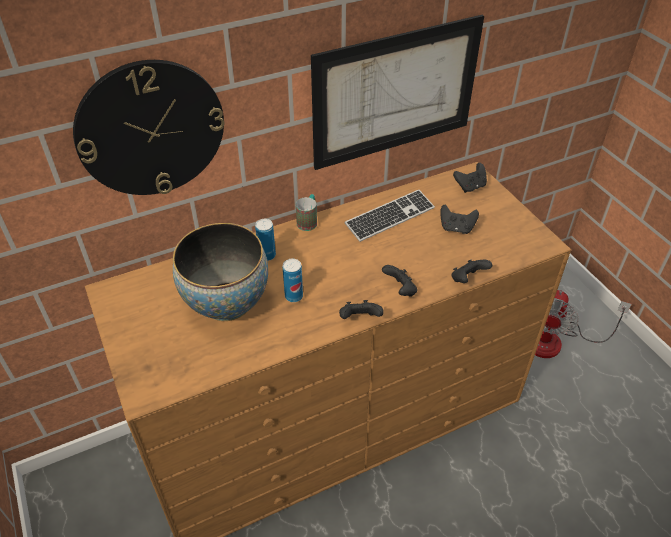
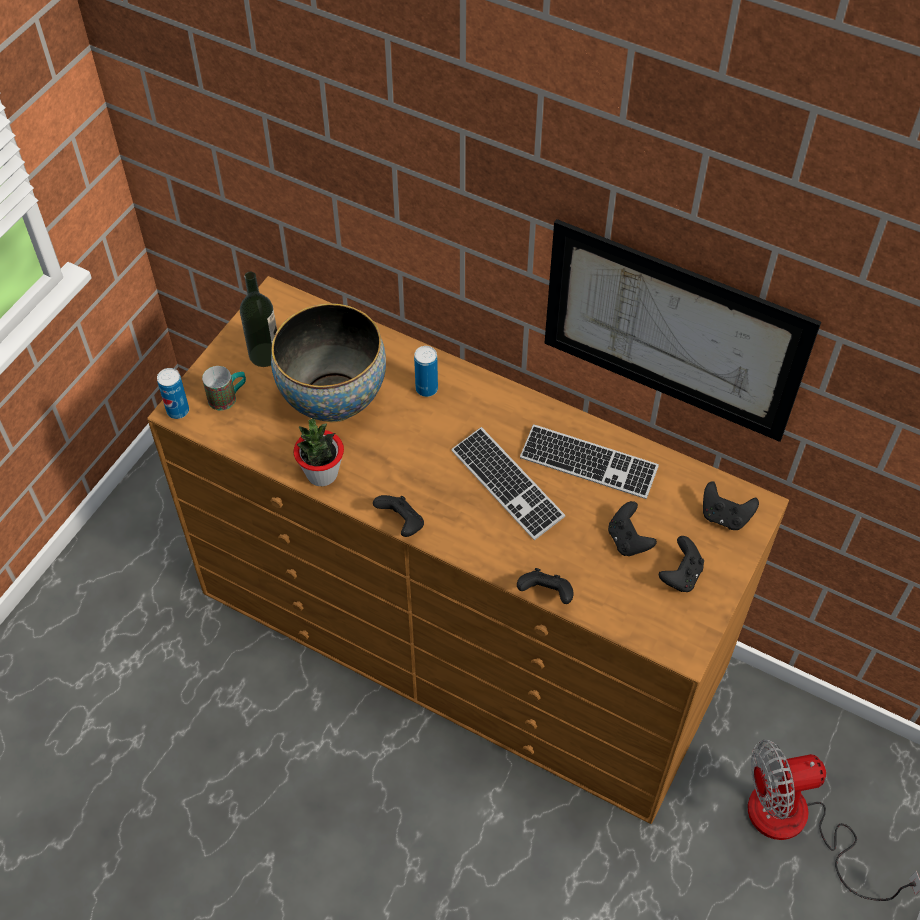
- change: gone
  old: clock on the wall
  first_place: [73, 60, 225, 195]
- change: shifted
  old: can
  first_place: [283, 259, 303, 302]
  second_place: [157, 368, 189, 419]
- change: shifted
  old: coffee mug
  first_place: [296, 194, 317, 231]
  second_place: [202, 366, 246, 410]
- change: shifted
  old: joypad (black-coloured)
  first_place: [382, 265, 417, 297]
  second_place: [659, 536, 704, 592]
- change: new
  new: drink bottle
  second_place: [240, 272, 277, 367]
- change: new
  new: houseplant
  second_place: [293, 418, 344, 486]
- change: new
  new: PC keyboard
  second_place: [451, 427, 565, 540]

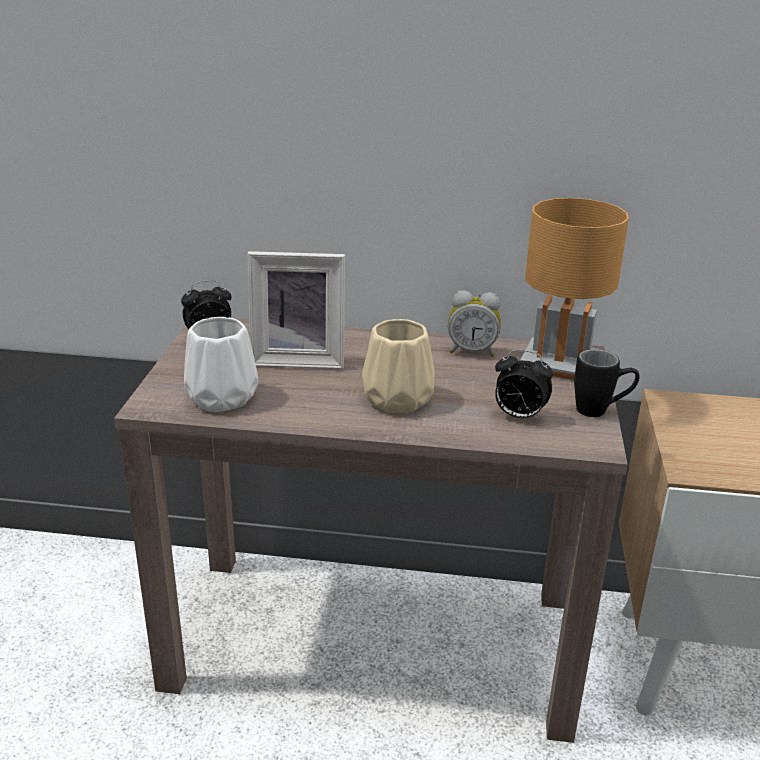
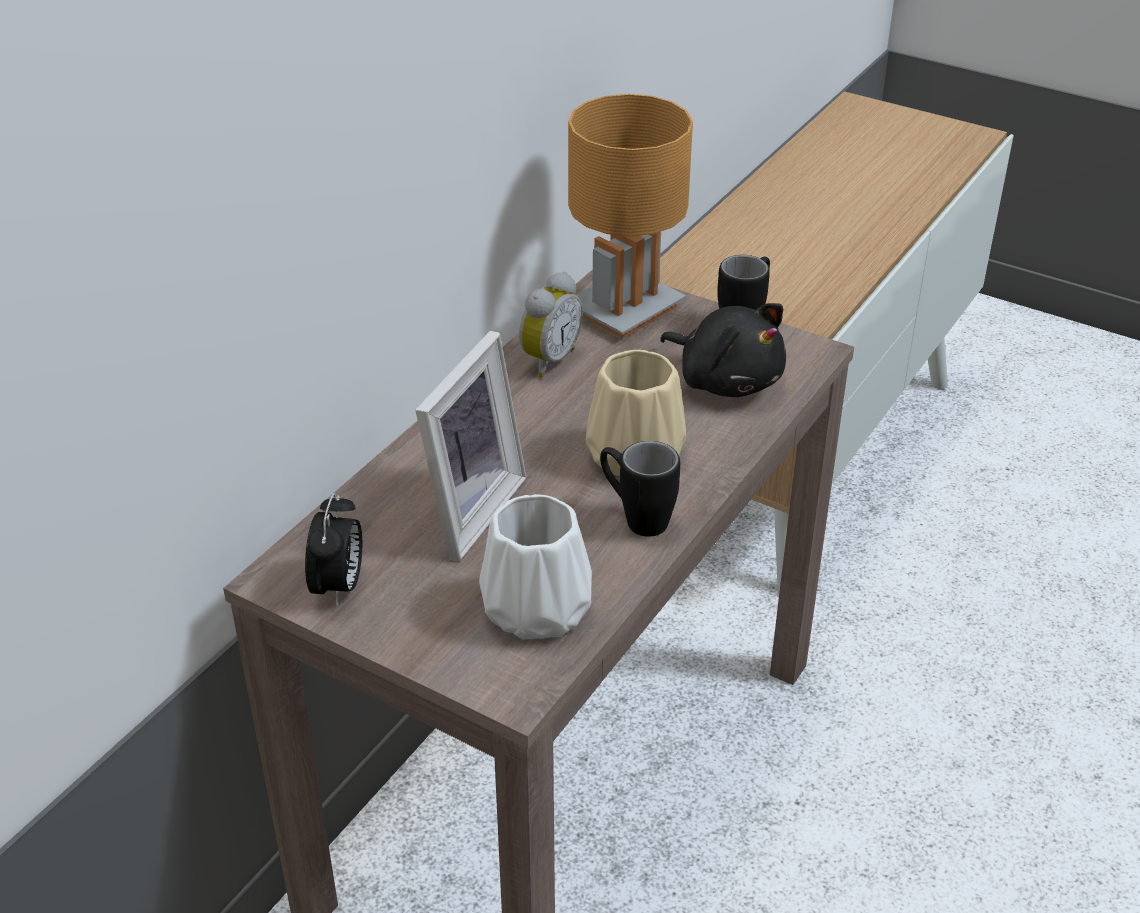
- change: swapped
  old: bedside clock
  new: plush toy (black-coloured)
  first_place: [495, 349, 553, 422]
  second_place: [660, 303, 786, 397]
- change: new
  new: coffee mug (black-coloured)
  second_place: [600, 441, 680, 537]

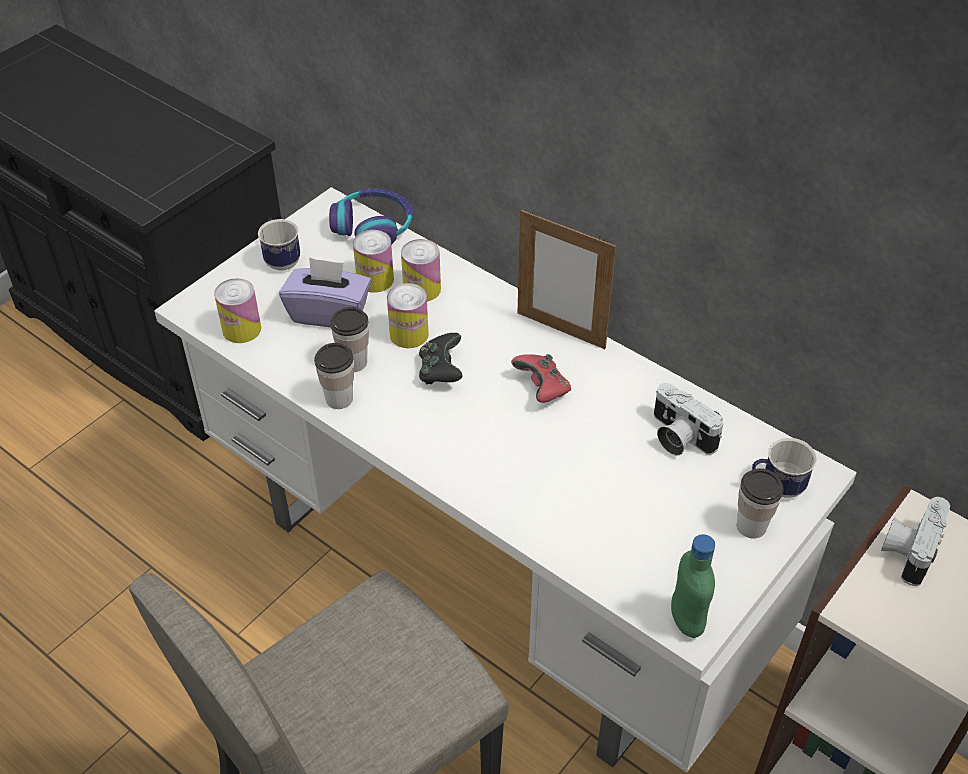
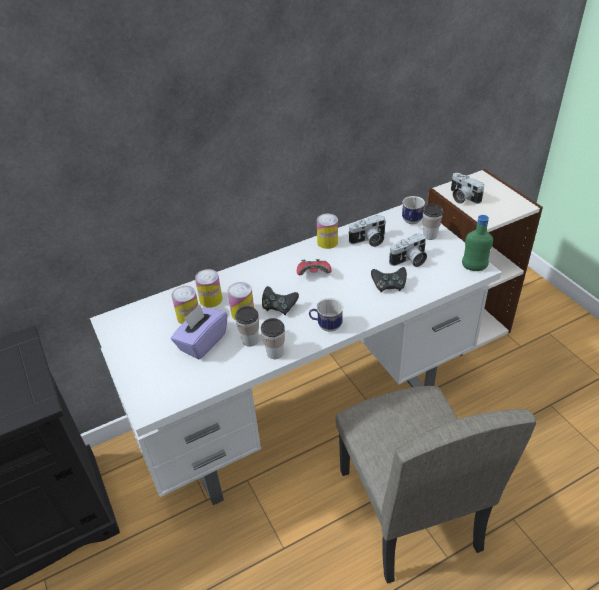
- change: shifted
  old: can
  first_place: [214, 278, 261, 343]
  second_place: [317, 213, 338, 249]
- change: shifted
  old: coffee mug
  first_place: [258, 218, 300, 270]
  second_place: [309, 298, 343, 332]
- change: gone
  old: headset
  first_place: [329, 188, 413, 245]
- change: gone
  old: standing frame
  first_place: [518, 210, 616, 349]
- change: new
  new: joypad (black-coloured)
  second_place: [371, 267, 407, 292]
- change: new
  new: photo camera
  second_place: [389, 233, 427, 267]

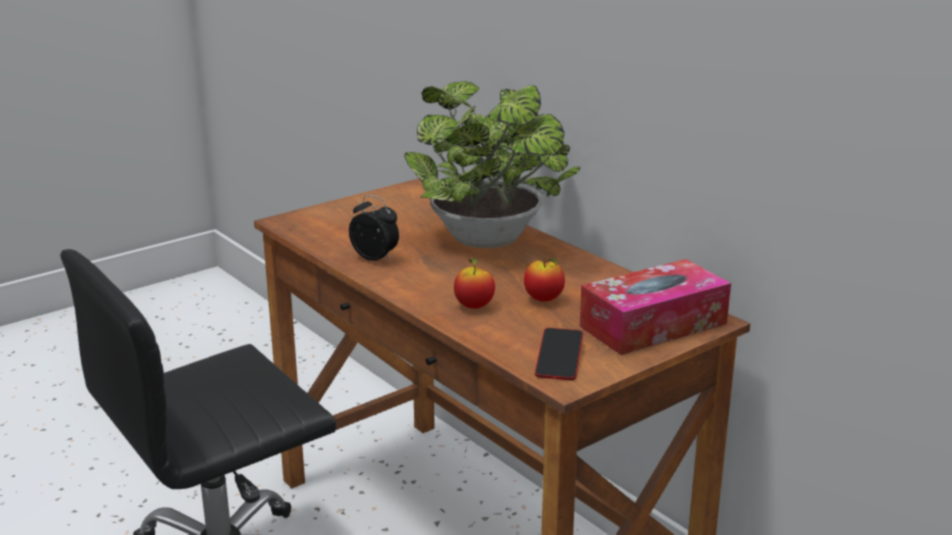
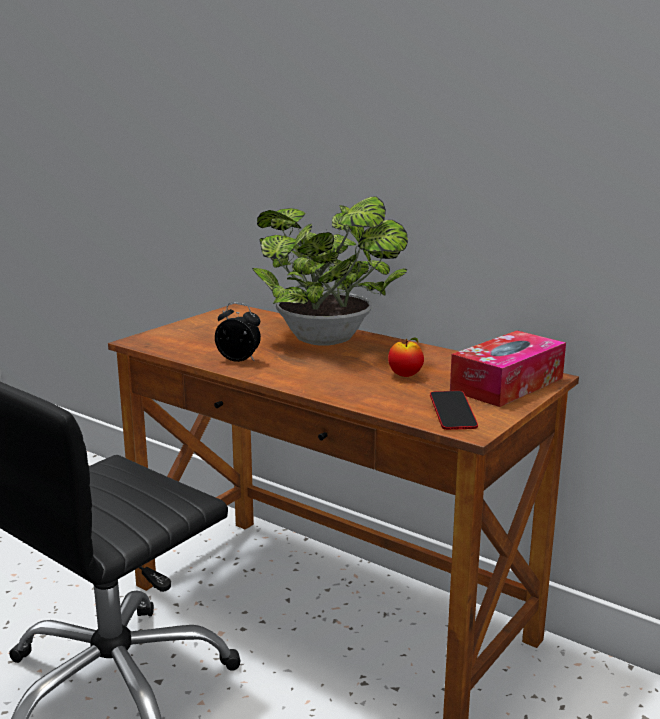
- change: gone
  old: apple fruit
  first_place: [454, 258, 495, 309]

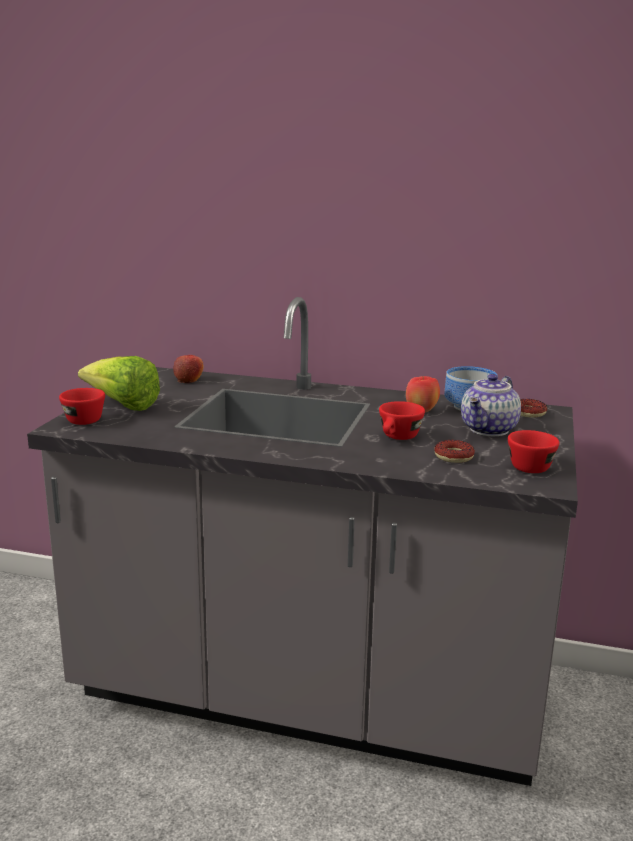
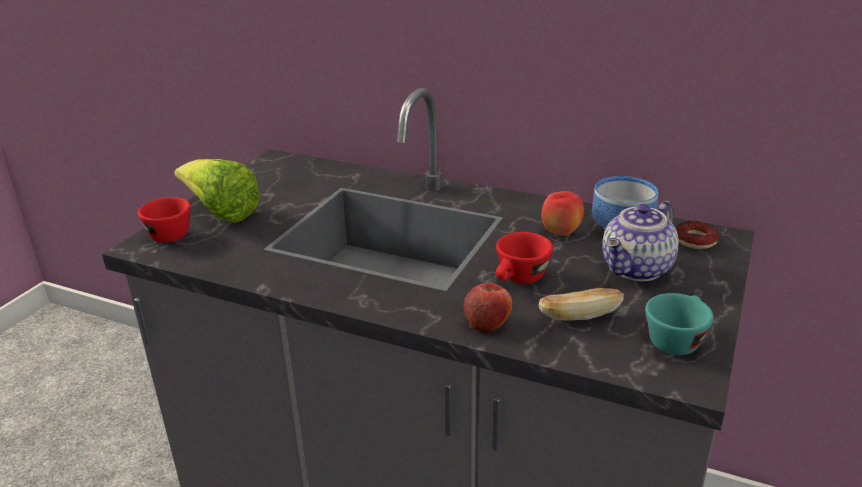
- change: shifted
  old: apple fruit
  first_place: [173, 355, 204, 383]
  second_place: [463, 283, 512, 333]
- change: swapped
  old: ring doughnut
  new: bakery bread
  first_place: [434, 440, 475, 463]
  second_place: [539, 288, 624, 320]
- change: repainted
  old: cup (reddish)
  new: cup (blue-green)
  first_place: [508, 430, 559, 473]
  second_place: [645, 293, 714, 355]

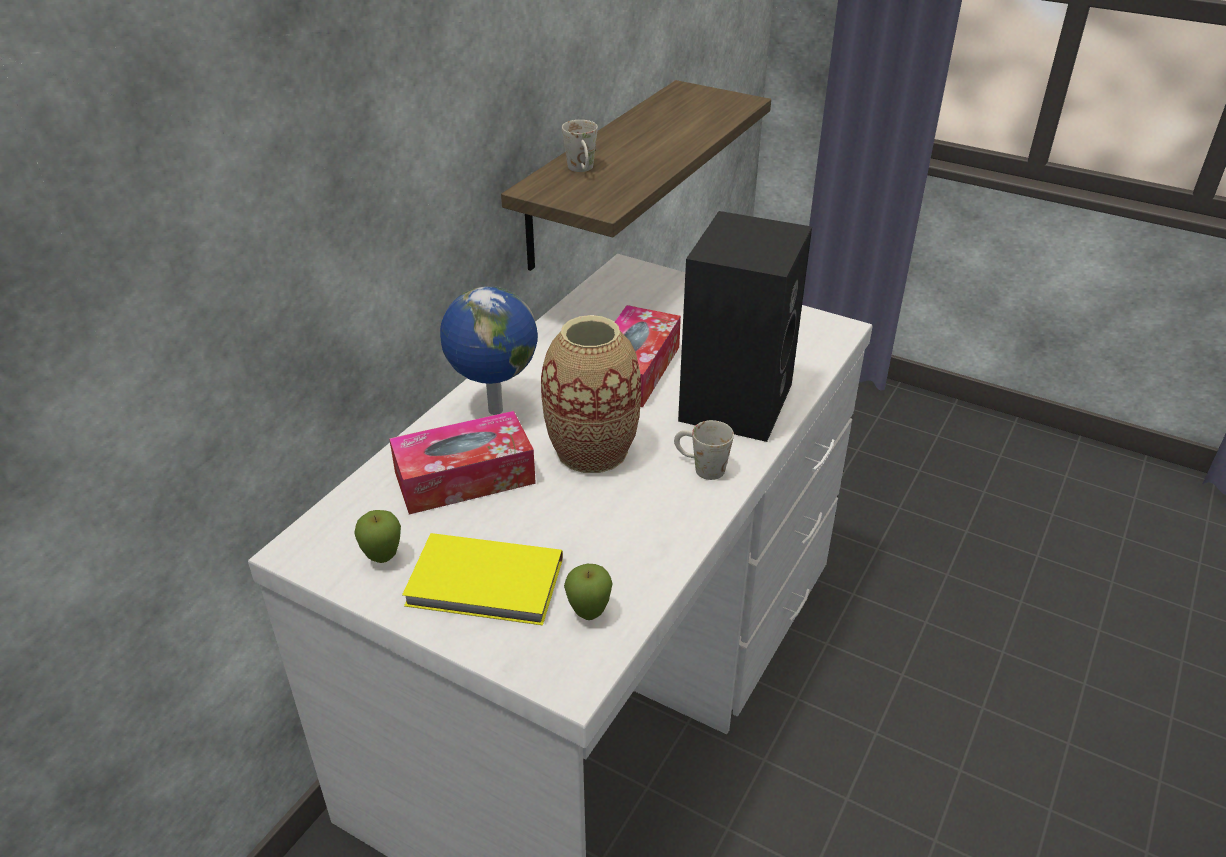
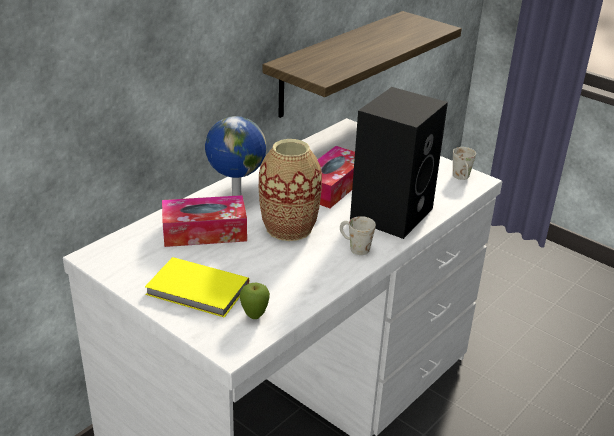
- change: gone
  old: apple fruit
  first_place: [354, 510, 401, 563]
- change: shifted
  old: coffee mug (whitish)
  first_place: [562, 120, 598, 172]
  second_place: [453, 147, 476, 180]

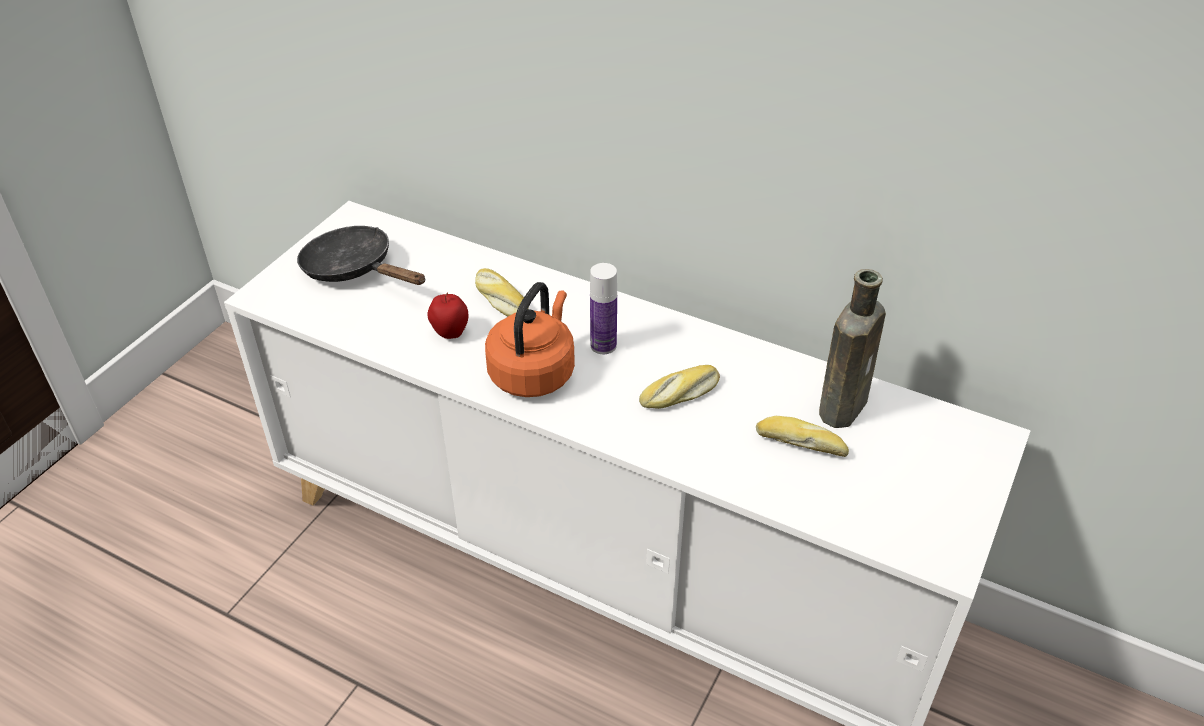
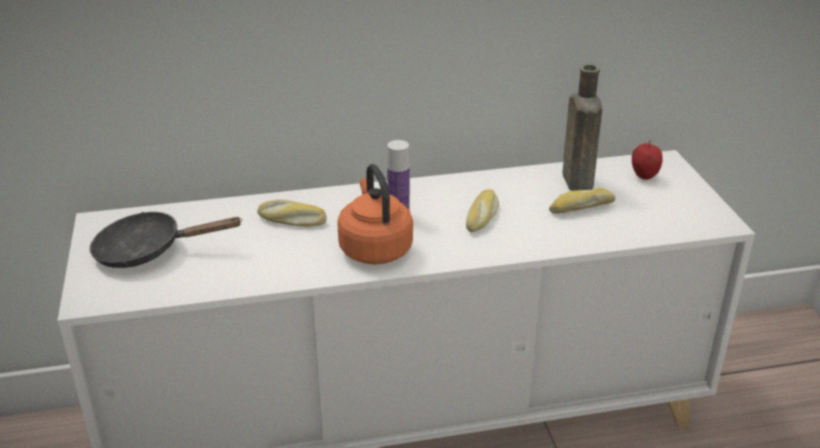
- change: shifted
  old: apple fruit
  first_place: [427, 292, 468, 339]
  second_place: [632, 140, 663, 180]

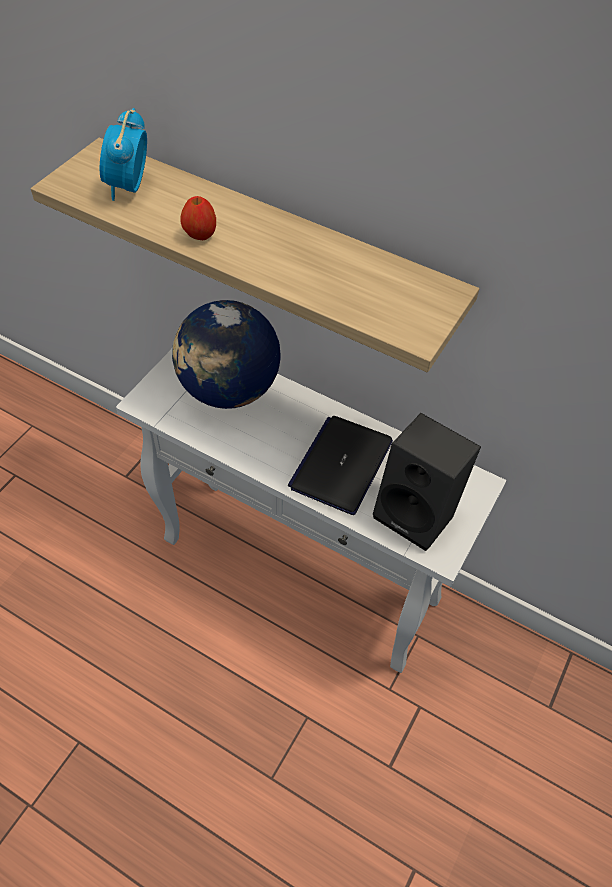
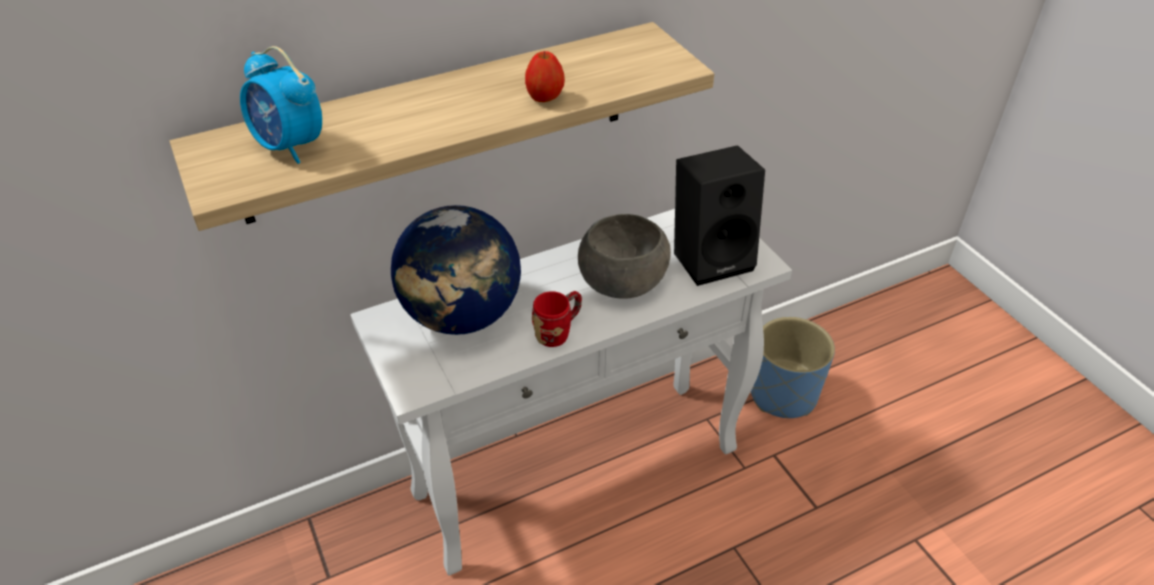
- change: shifted
  old: apple fruit
  first_place: [180, 196, 216, 240]
  second_place: [525, 51, 565, 102]
- change: swapped
  old: notebook computer
  new: bowl (gray)
  first_place: [288, 416, 393, 515]
  second_place: [578, 214, 671, 299]
- change: new
  new: coffee mug (reddish)
  second_place: [532, 291, 582, 347]
- change: new
  new: planter (blue-coloured)
  second_place: [751, 317, 835, 418]

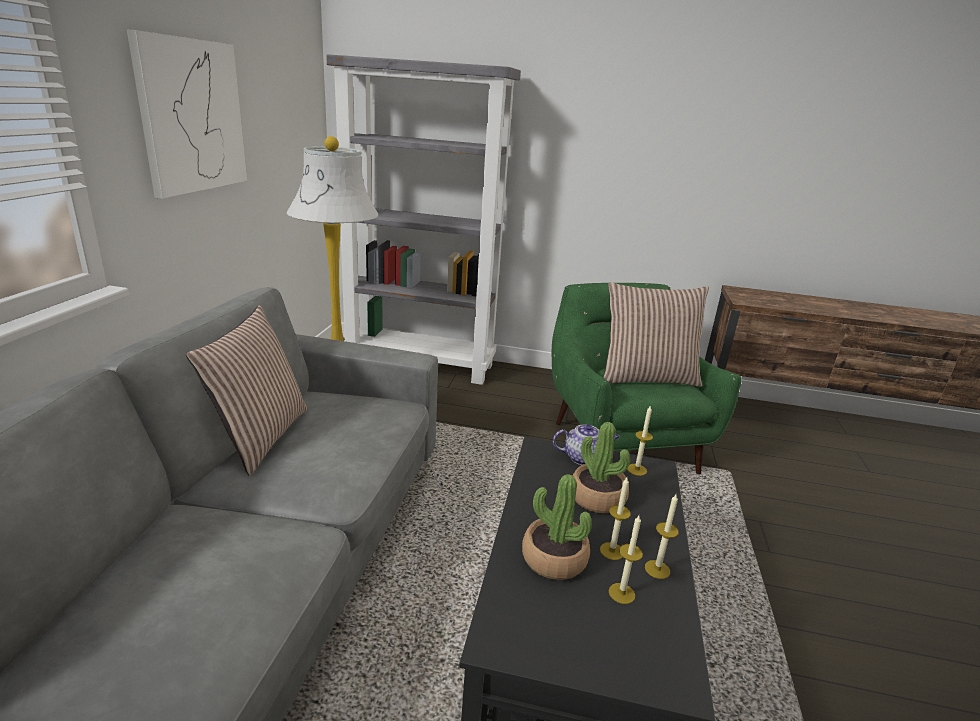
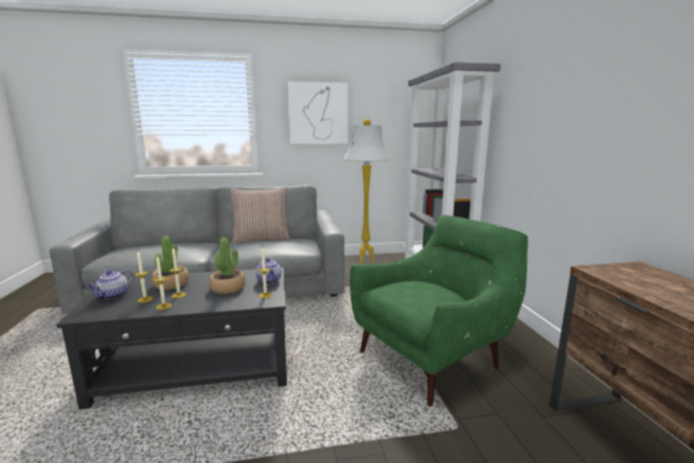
- change: gone
  old: cushion
  first_place: [603, 282, 709, 387]
- change: new
  new: pot for tea
  second_place: [87, 269, 133, 299]

